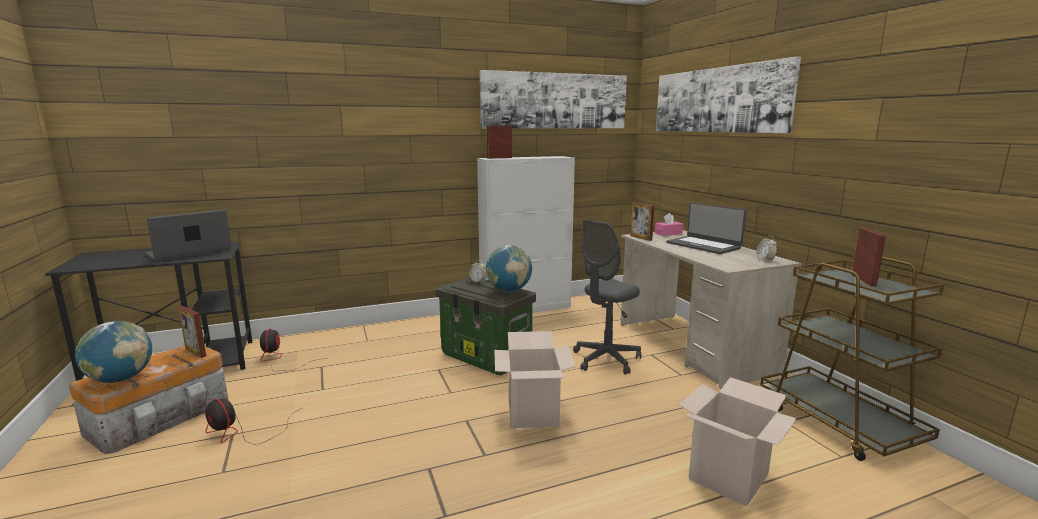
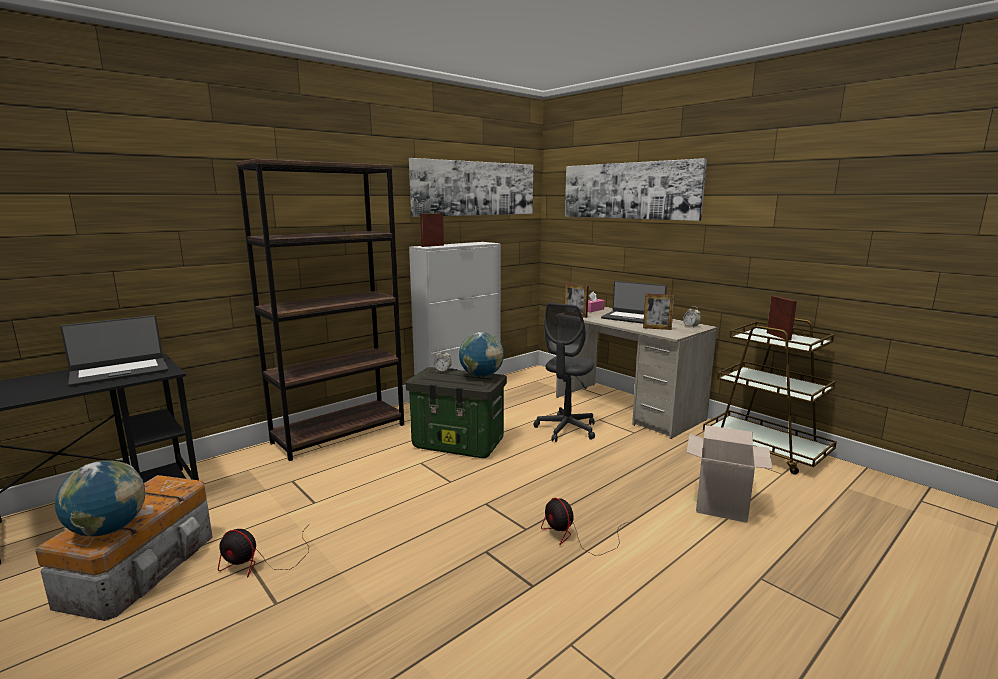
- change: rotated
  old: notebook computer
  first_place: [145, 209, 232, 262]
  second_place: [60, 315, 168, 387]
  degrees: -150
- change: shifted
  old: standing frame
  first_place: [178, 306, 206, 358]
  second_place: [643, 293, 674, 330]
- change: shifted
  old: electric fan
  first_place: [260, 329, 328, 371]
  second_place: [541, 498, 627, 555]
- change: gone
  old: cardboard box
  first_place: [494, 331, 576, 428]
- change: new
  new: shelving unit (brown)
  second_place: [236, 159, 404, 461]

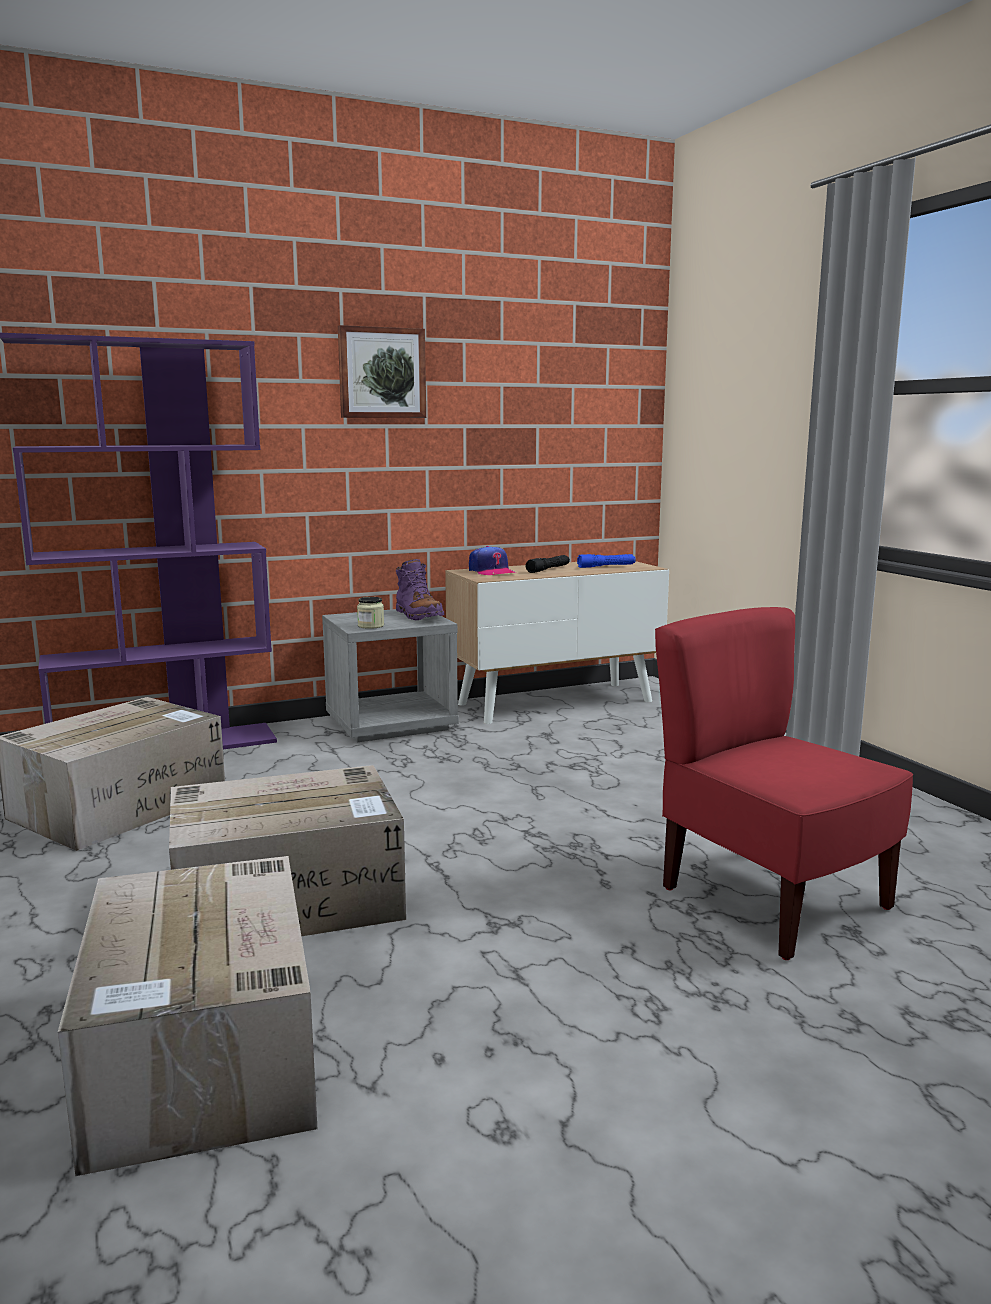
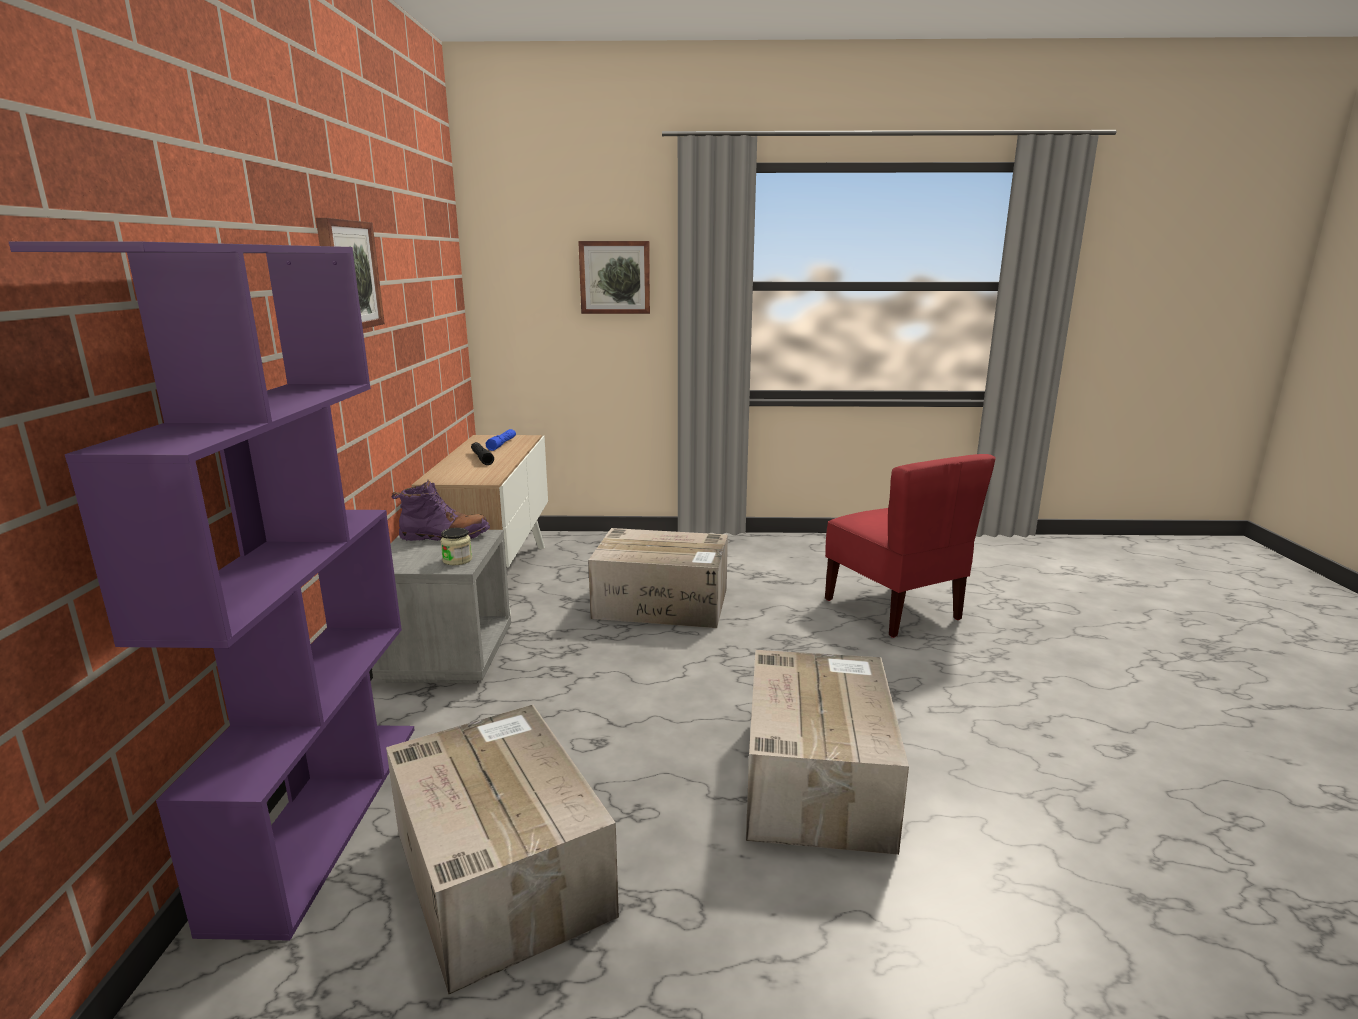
- change: shifted
  old: cardboard box
  first_place: [58, 856, 317, 1176]
  second_place: [588, 528, 728, 628]
- change: gone
  old: baseball cap
  first_place: [469, 546, 516, 575]
- change: rotated
  old: plain chair (reddish)
  first_place: [655, 607, 913, 960]
  second_place: [825, 454, 996, 638]
  degrees: -105
- change: new
  new: wall picture
  second_place: [578, 241, 650, 314]

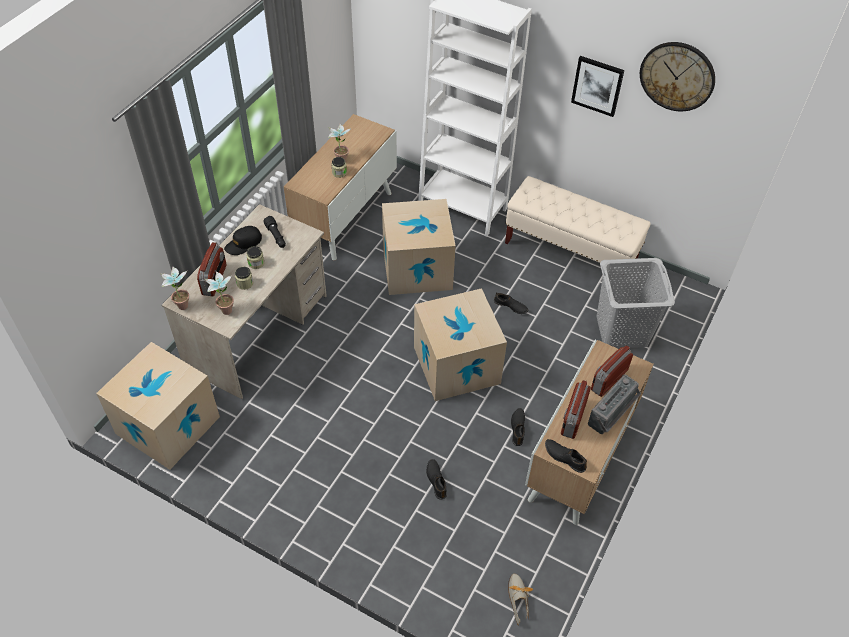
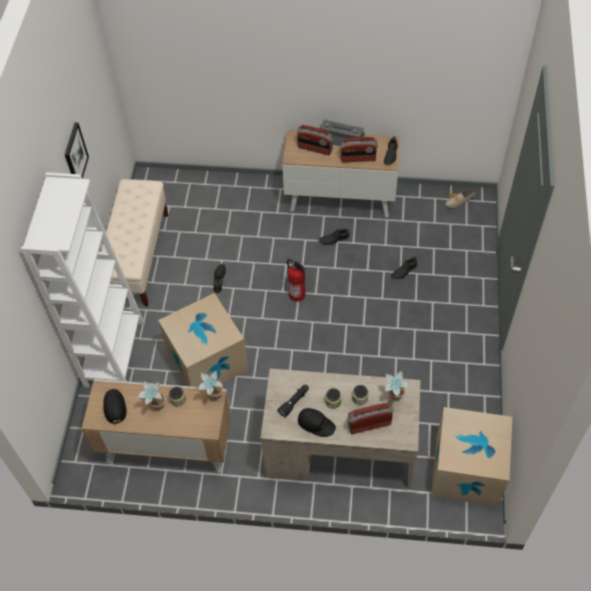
- change: shifted
  old: houseplant
  first_place: [160, 266, 189, 310]
  second_place: [198, 370, 223, 400]
- change: swapped
  old: cardboard box
  new: fire extinguisher
  first_place: [414, 288, 507, 401]
  second_place: [287, 259, 305, 302]
- change: gone
  old: washing basket (gray)
  first_place: [597, 258, 675, 348]
- change: gone
  old: clock on the wall
  first_place: [640, 42, 715, 111]
- change: new
  new: baseball cap (black-coloured)
  second_place: [103, 389, 127, 424]

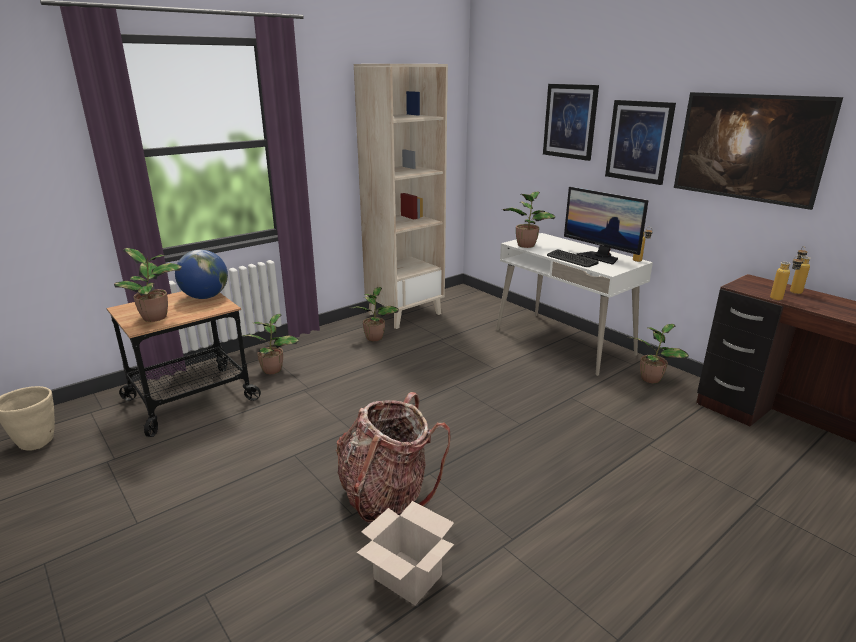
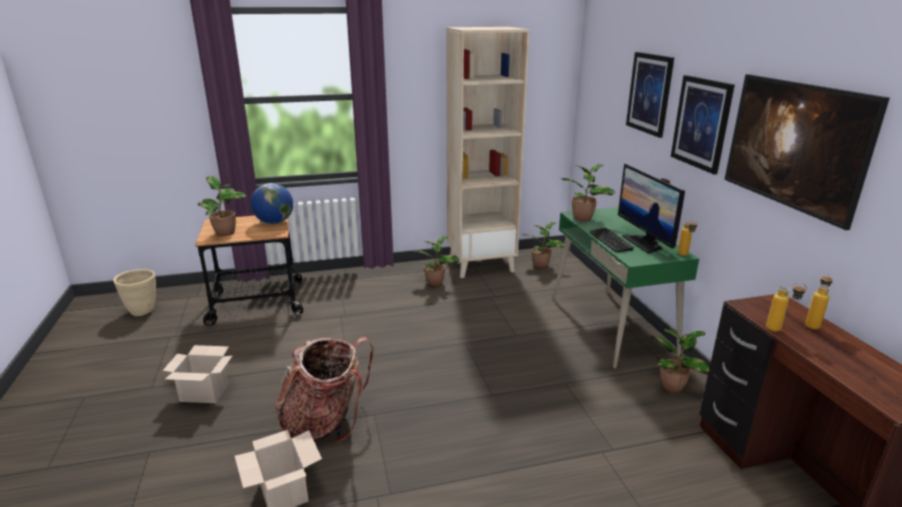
- change: shifted
  old: houseplant
  first_place: [242, 314, 299, 374]
  second_place: [522, 222, 564, 268]
- change: repainted
  old: desk unit (whitish)
  new: desk unit (green-coloured)
  first_place: [496, 233, 653, 376]
  second_place: [553, 207, 699, 369]
- change: new
  new: cardboard box
  second_place: [162, 345, 232, 403]

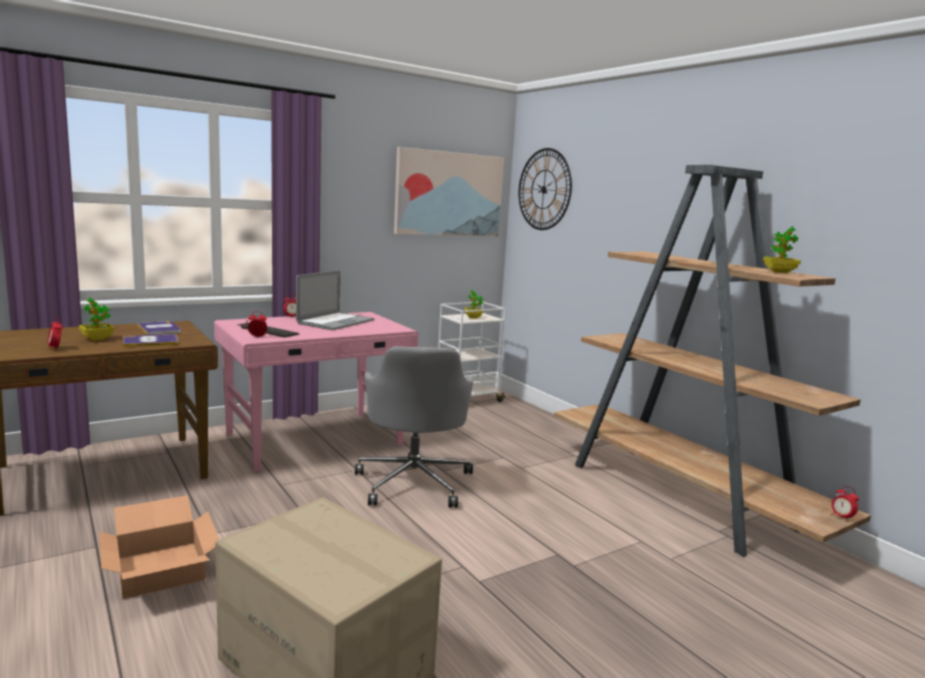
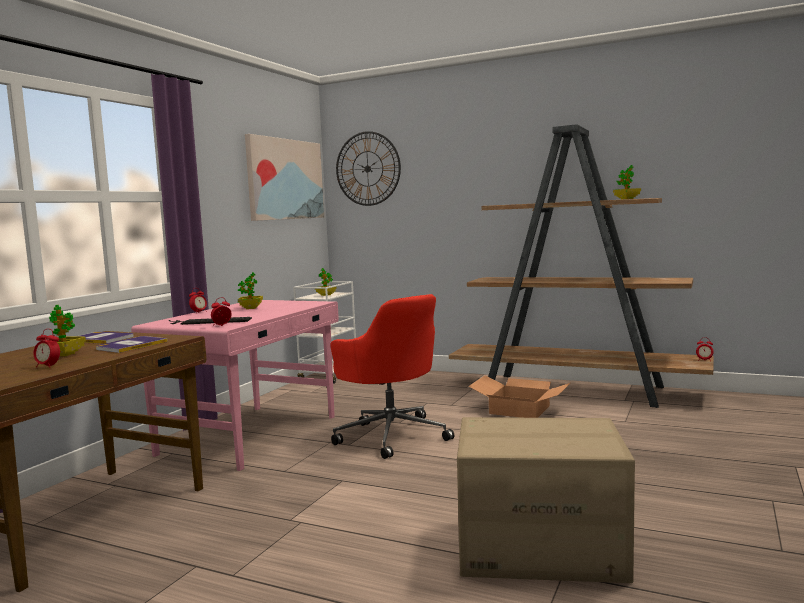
- change: shifted
  old: cardboard box
  first_place: [99, 495, 219, 599]
  second_place: [468, 375, 570, 418]
- change: swapped
  old: notebook computer
  new: houseplant
  first_place: [296, 270, 374, 330]
  second_place: [238, 272, 263, 309]
- change: repainted
  old: computer chair (gray)
  new: computer chair (reddish)
  first_place: [355, 346, 473, 508]
  second_place: [330, 294, 454, 459]

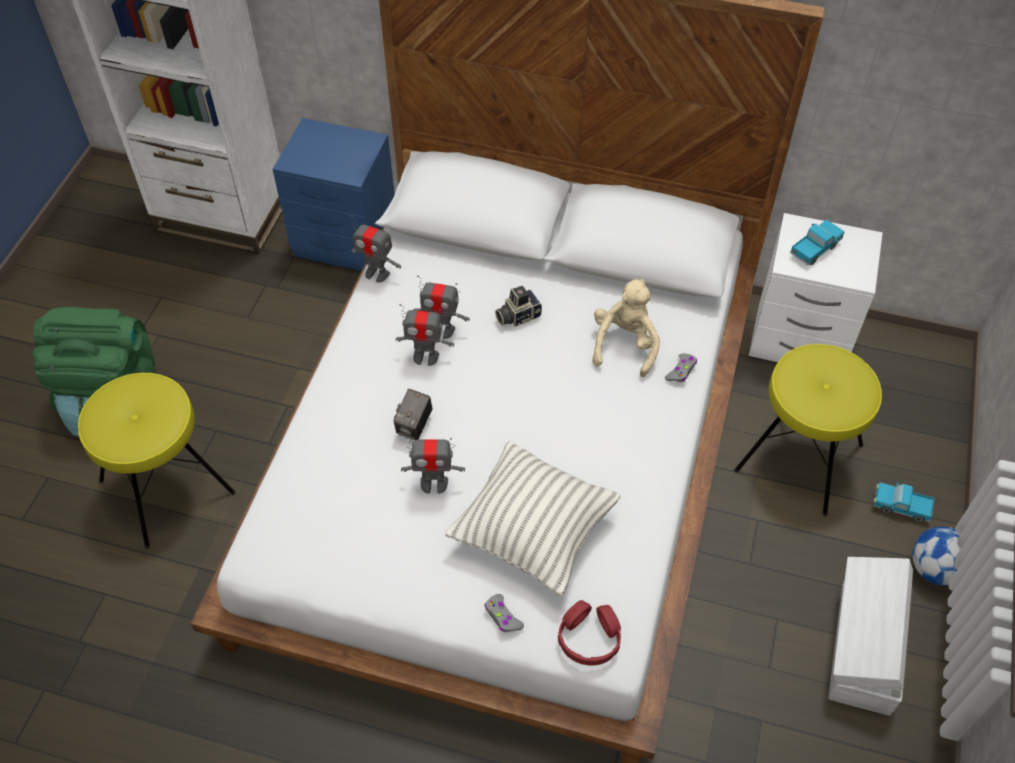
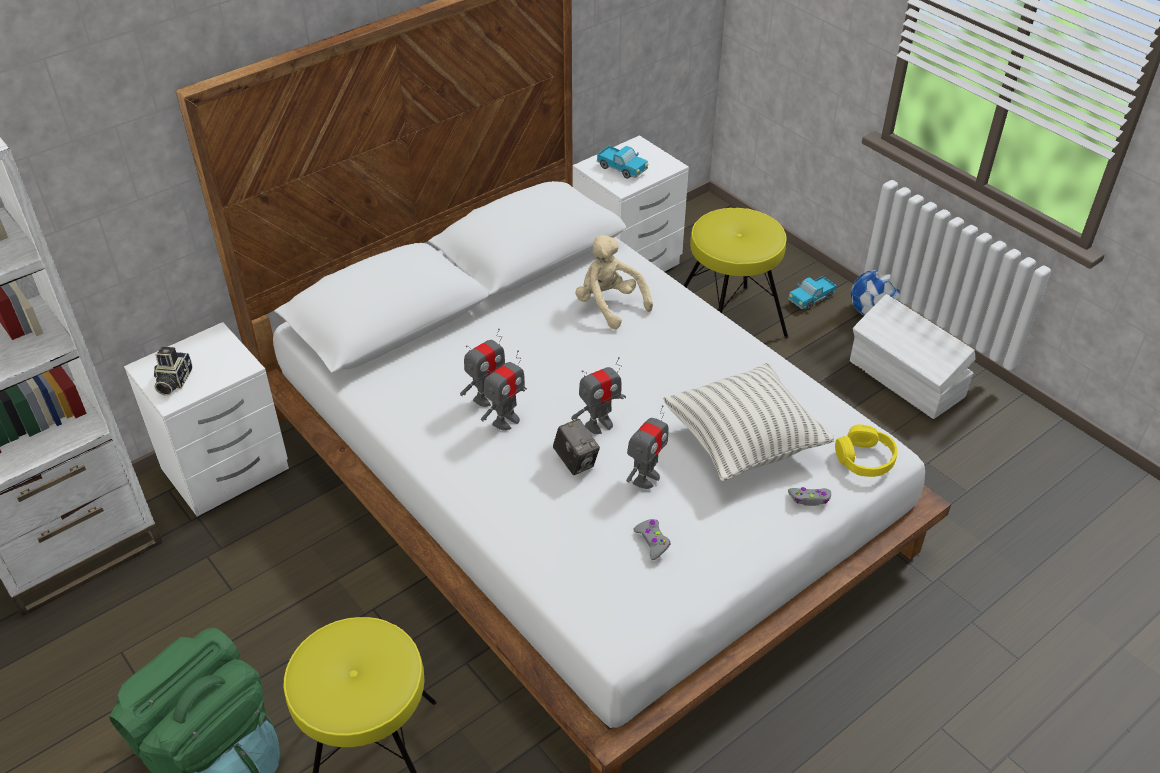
- change: repainted
  old: bedside table (blue-coloured)
  new: bedside table (whitish)
  first_place: [273, 118, 395, 271]
  second_place: [124, 322, 289, 516]
- change: shifted
  old: model robot
  first_place: [351, 216, 401, 282]
  second_place: [571, 357, 626, 434]
- change: shifted
  old: photo camera
  first_place: [495, 286, 542, 327]
  second_place: [154, 346, 192, 395]
- change: repainted
  old: headset (reddish)
  new: headset (yellow)
  first_place: [558, 600, 621, 666]
  second_place: [835, 425, 897, 477]
- change: shifted
  old: joypad (gray)
  first_place: [665, 353, 697, 382]
  second_place: [633, 519, 671, 560]
- change: rotated
  old: model truck
  first_place: [790, 220, 844, 265]
  second_place: [597, 146, 648, 179]
  degrees: 135

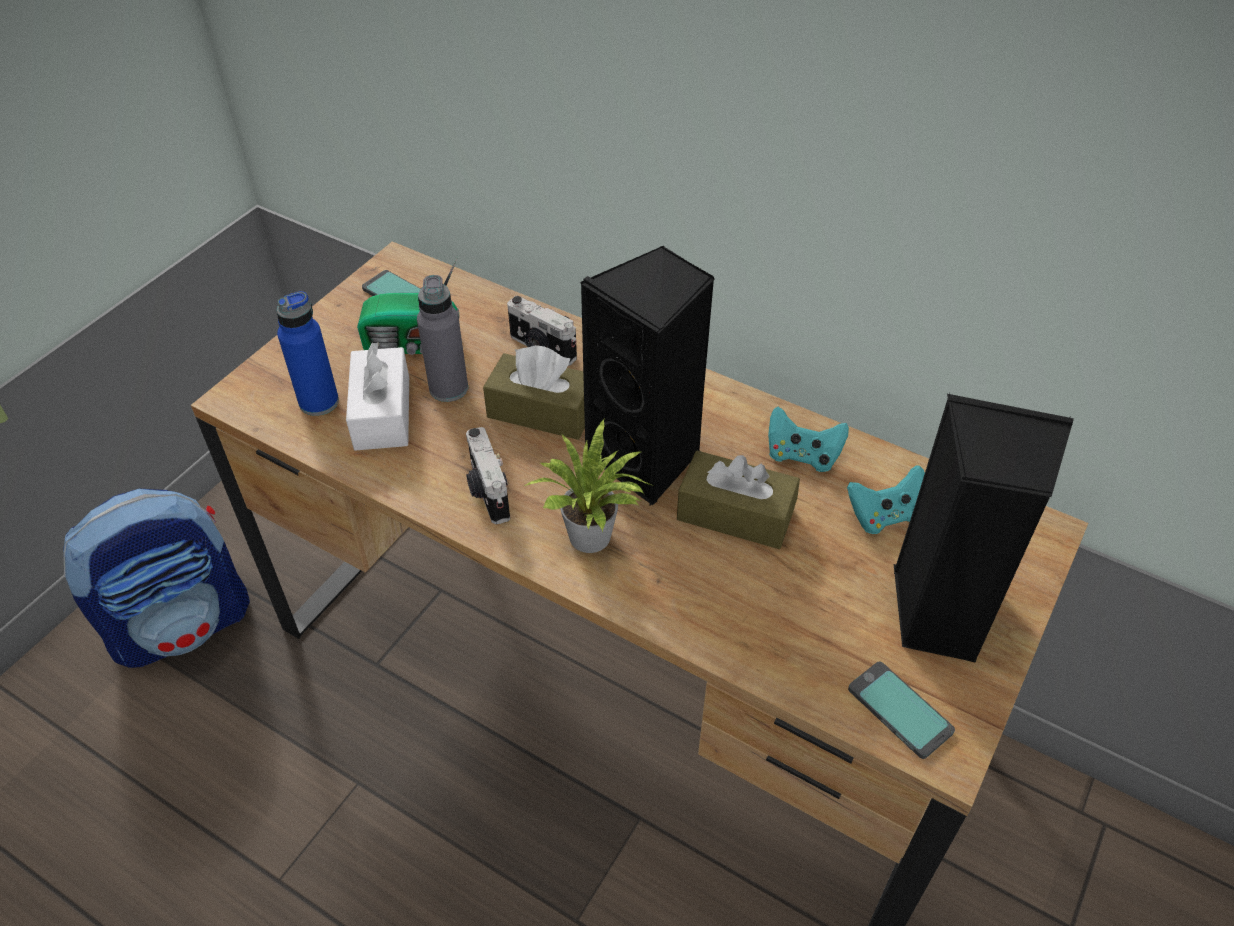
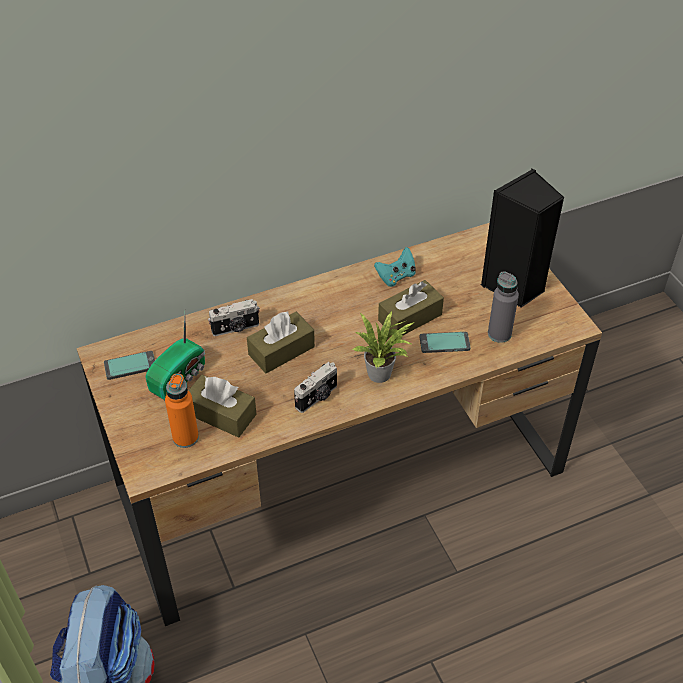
- change: repainted
  old: drink bottle (blue-coloured)
  new: drink bottle (orangey)
  first_place: [277, 291, 339, 416]
  second_place: [165, 374, 199, 448]
- change: repainted
  old: tissue box (whitish)
  new: tissue box (brown)
  first_place: [346, 342, 409, 451]
  second_place: [188, 375, 257, 437]
- change: shifted
  old: drink bottle (gray)
  first_place: [417, 275, 468, 402]
  second_place: [488, 271, 519, 343]
- change: rotated
  old: photo camera
  first_place: [466, 427, 510, 524]
  second_place: [294, 362, 337, 413]
  degrees: -60
- change: gone
  old: audio speaker (black-coloured)
  first_place: [580, 246, 715, 506]
- change: gone
  old: joypad (blue-green)
  first_place: [847, 465, 925, 534]
- change: shifted
  old: phone
  first_place: [848, 661, 955, 759]
  second_place: [420, 332, 470, 353]

